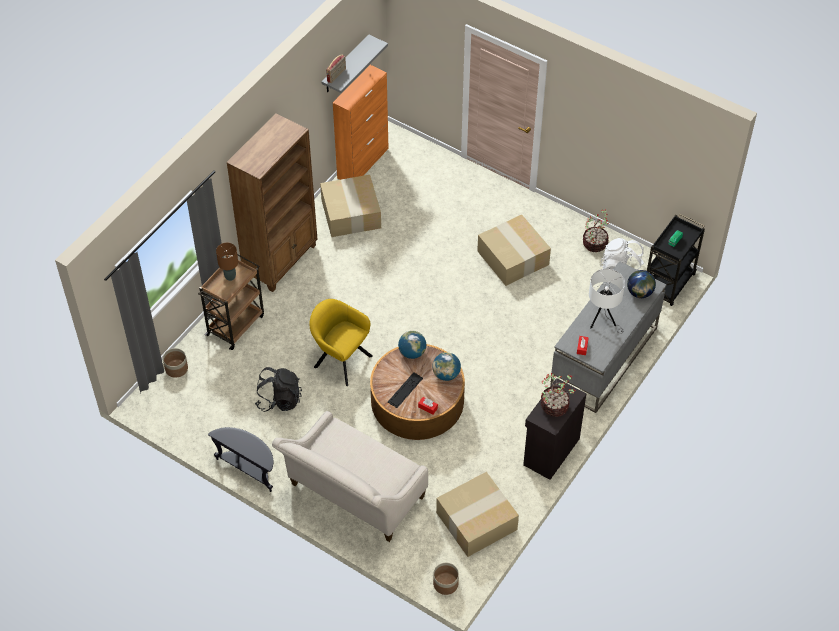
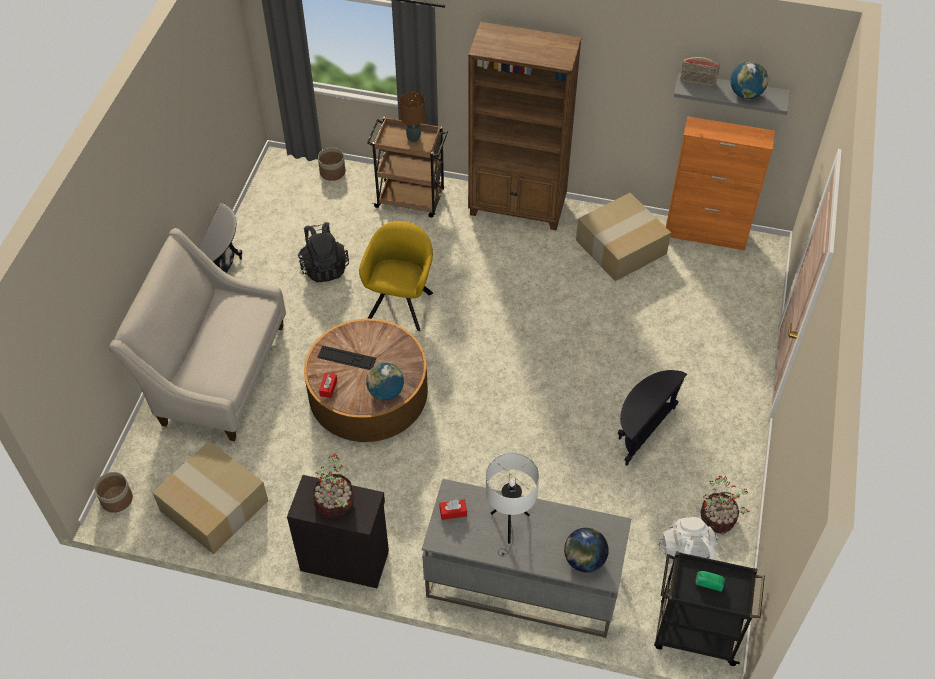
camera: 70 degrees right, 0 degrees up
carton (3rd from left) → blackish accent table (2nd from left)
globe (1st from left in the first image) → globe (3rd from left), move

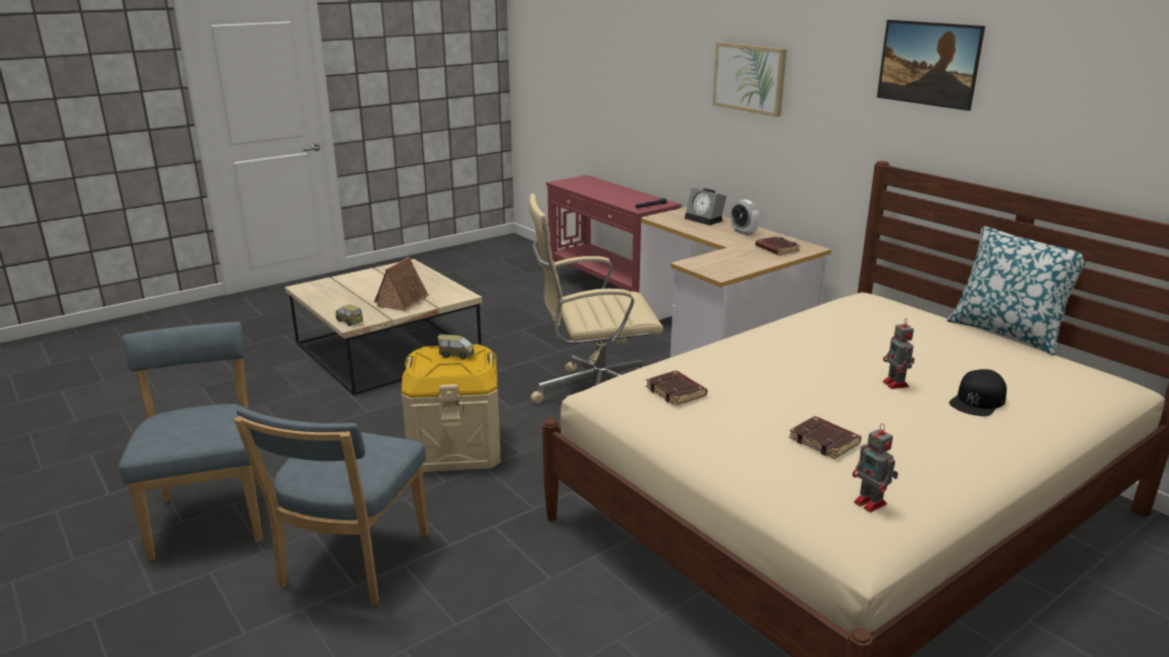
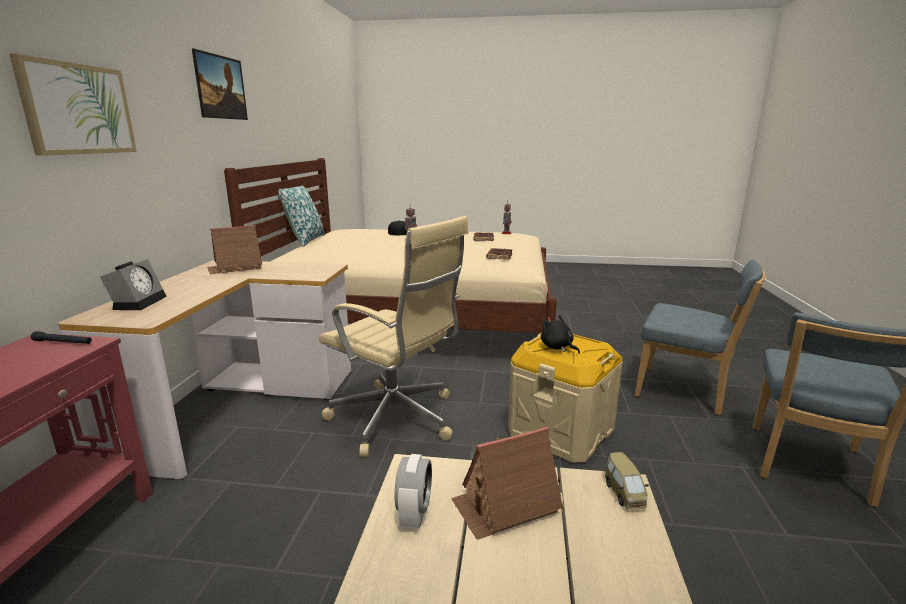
camera: 135 degrees left, 5 degrees down
bedside clock (2nd from left), move
brownish book (2nd from left) → model house (1st from left)
toy car (2nd from left) → blackish soft toy
bluish chair (2nd from left in the first image) → bluish chair (1st from left), 60 degrees clockwise

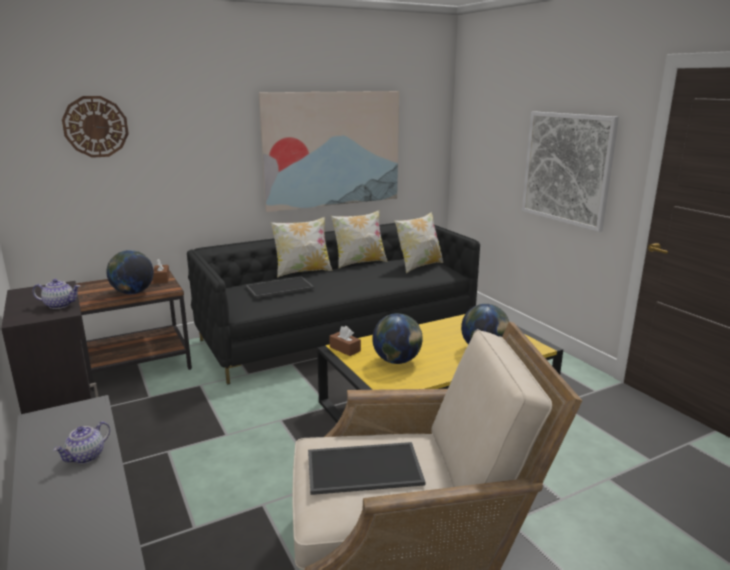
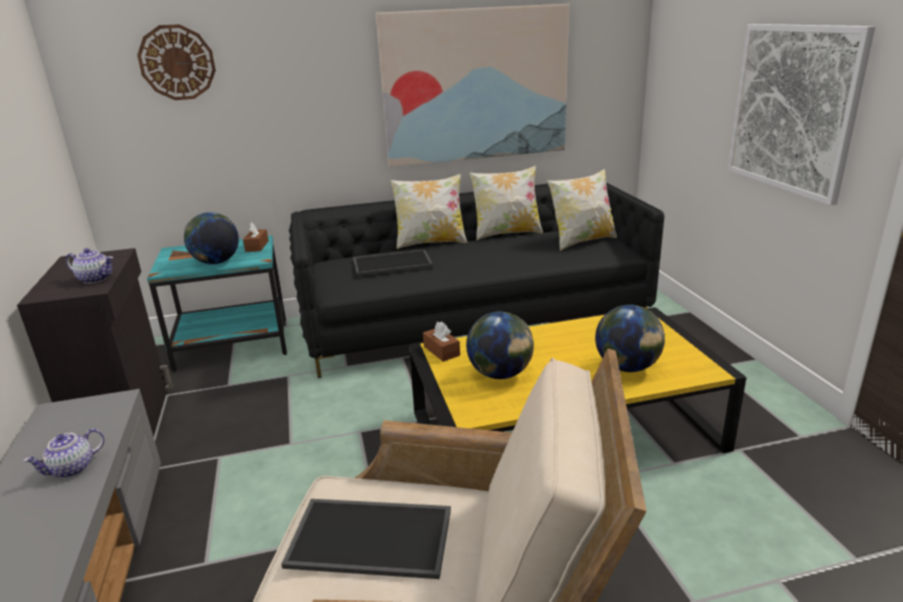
camera: 15 degrees right, 5 degrees up
brownish accent table → turquoise-coloured accent table

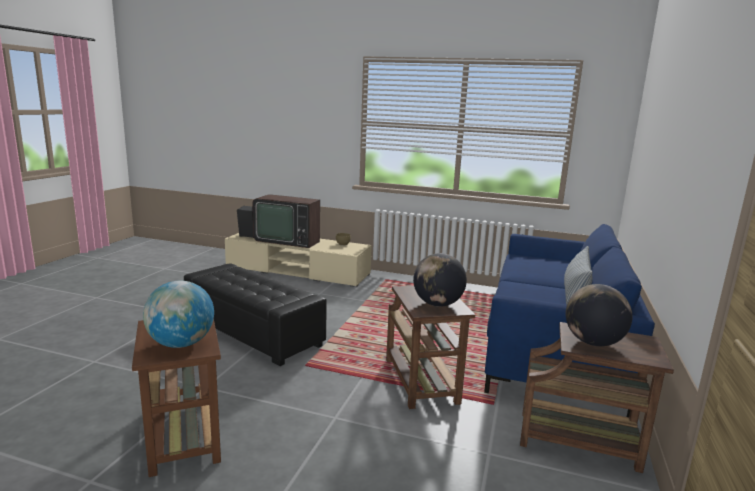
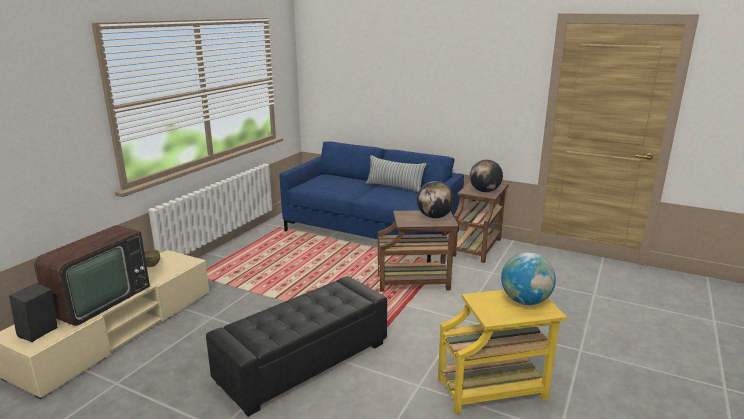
camera: 80 degrees left, 5 degrees up
brownish accent table (1st from left) → yellow-coloured accent table

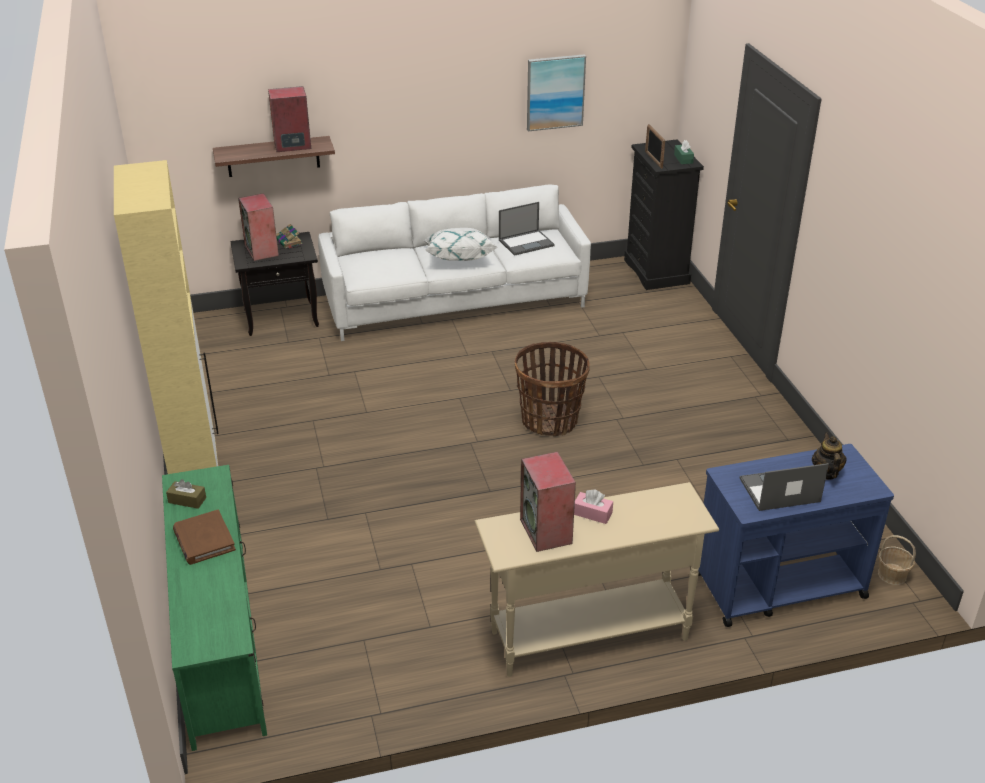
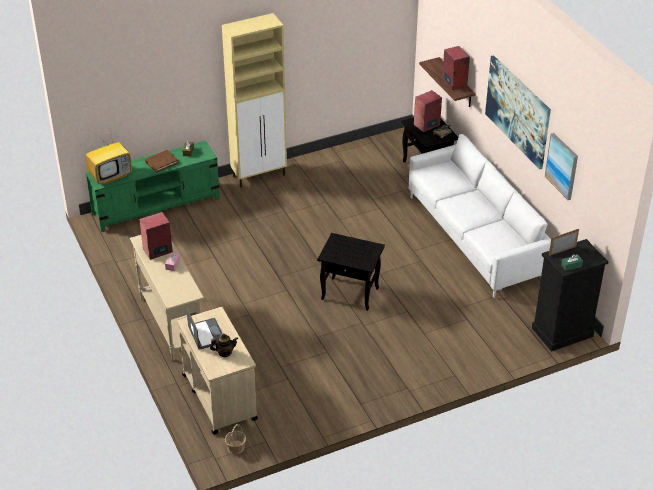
camera: 80 degrees right, 5 degrees up
laptop (1st from left) → -
white-coloured cushion → -
storage basket (1st from left) → blackish accent table (1st from left)
bluish cart → sand-coloured cart
- → picture (1st from left)
- → TV

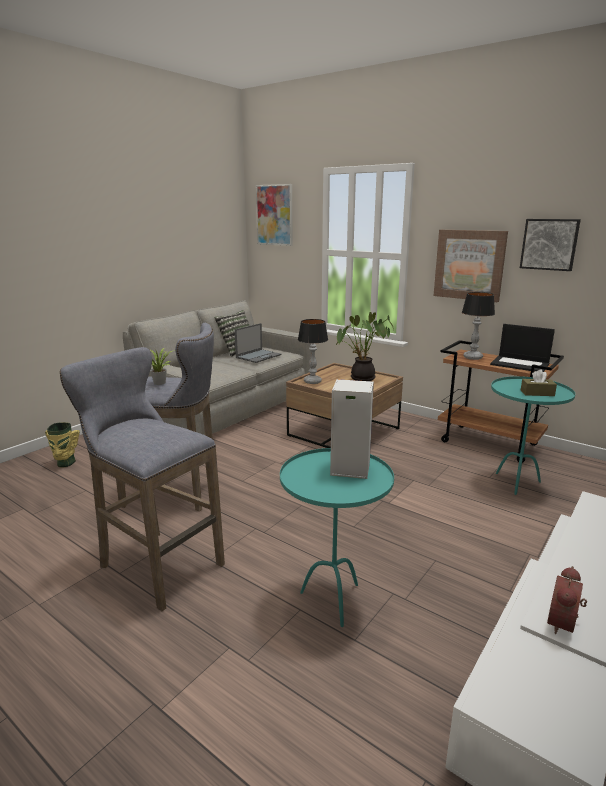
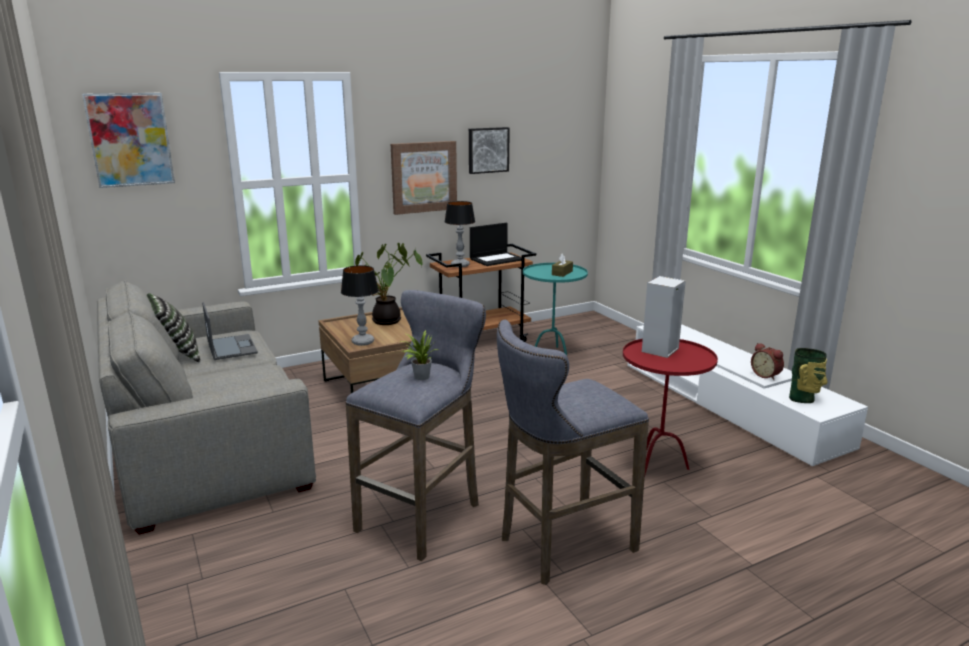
camera: 65 degrees left, 0 degrees up
decorative vase, move
turquoise-coloured accent table (1st from left) → red-coloured accent table

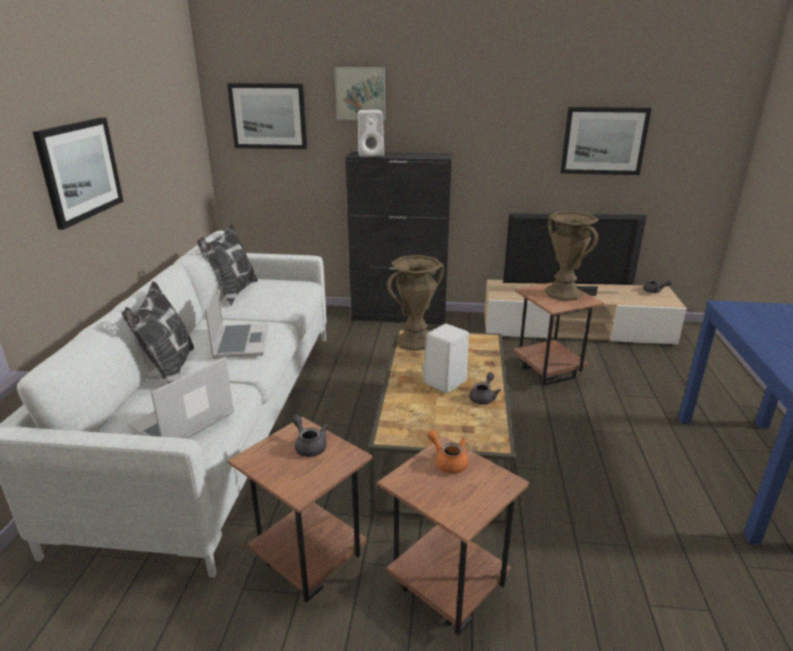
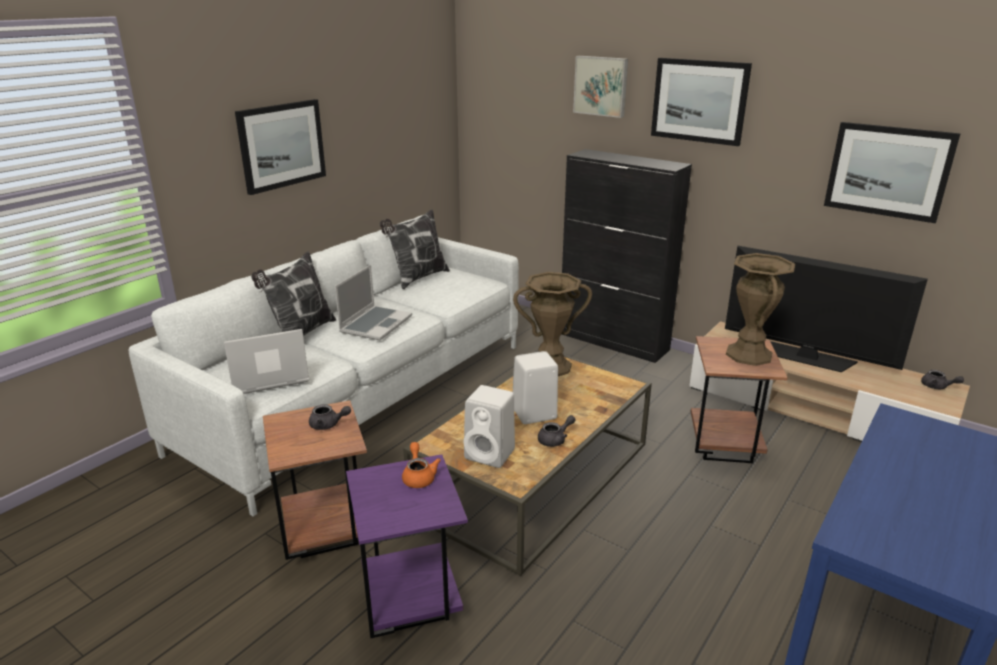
camera: 30 degrees right, 0 degrees up
picture (2nd from left in the first image) → picture (3rd from left), move
white-coloured speaker (1st from left), move
grey tea pot (1st from left), 105 degrees clockwise
brownish accent table (2nd from left) → purple-coloured accent table

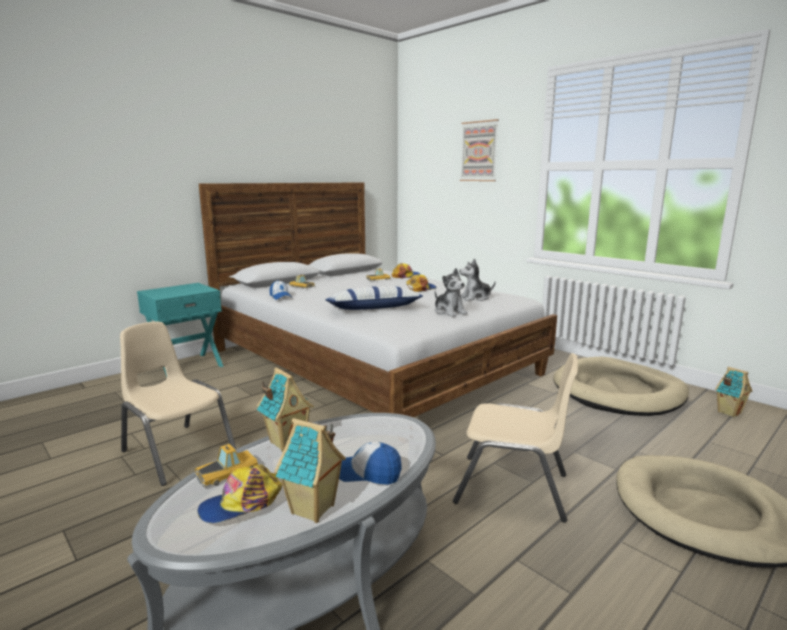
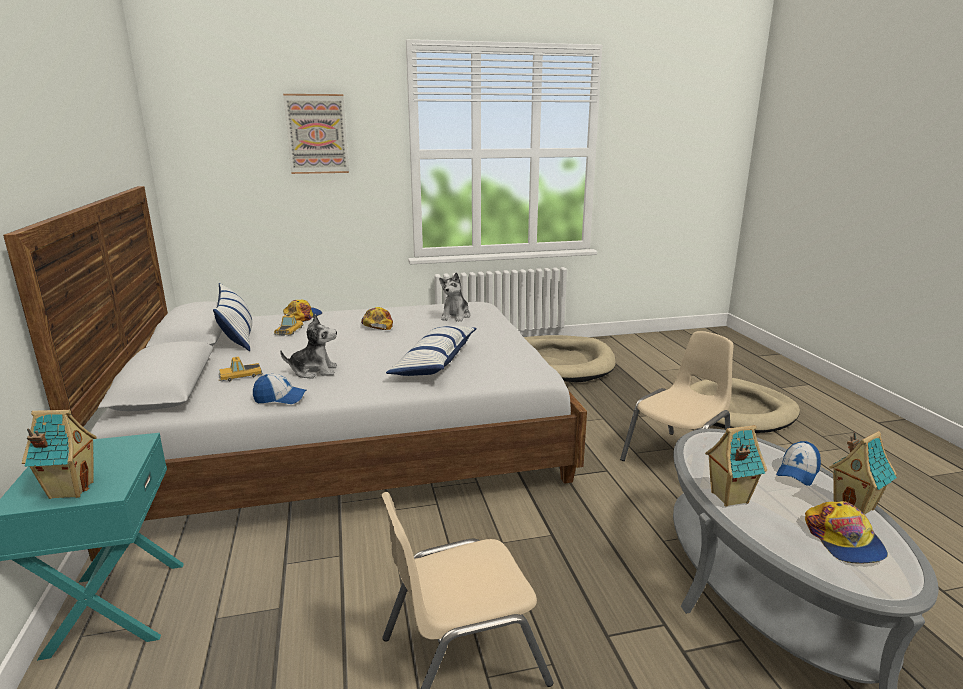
camera: 60 degrees left, 5 degrees up
soft toy (1st from left), move
model house (3rd from left in the first image) → model house (1st from left), move
toy car (1st from left) → -
- → cushion (1st from left)

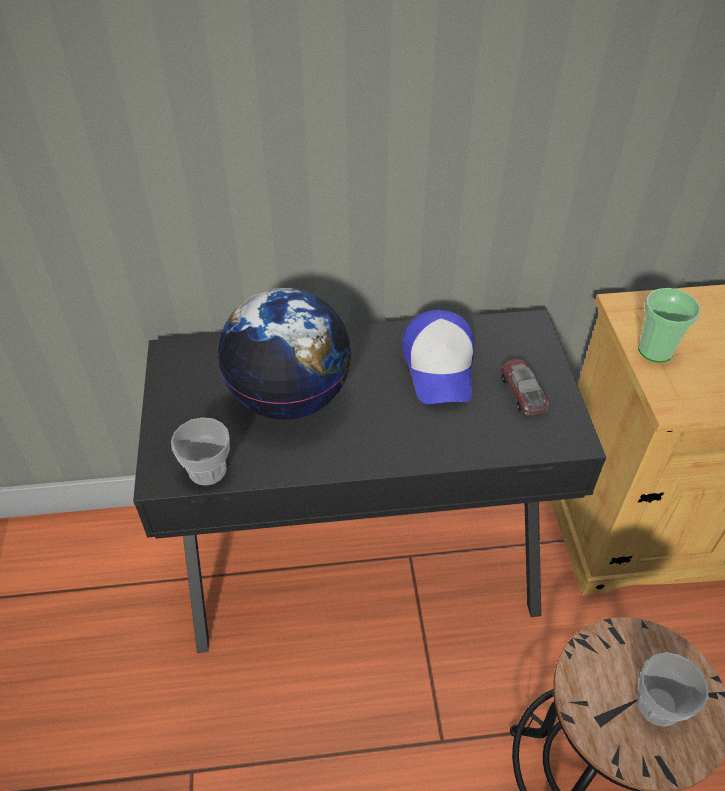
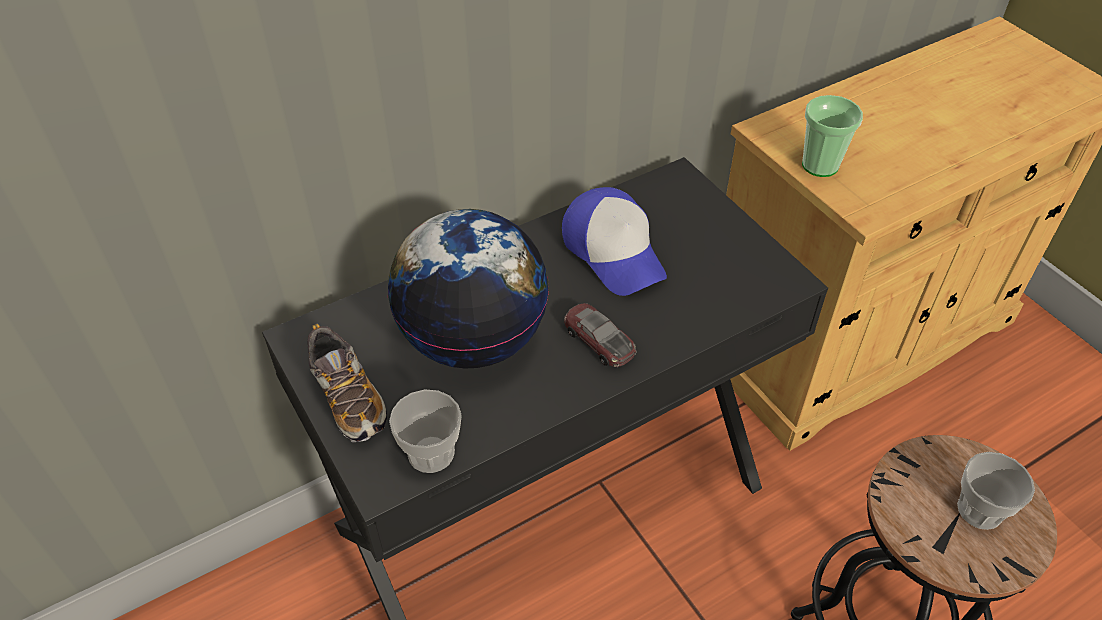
camera: 25 degrees left, 0 degrees up
toy car, move
- → shoe

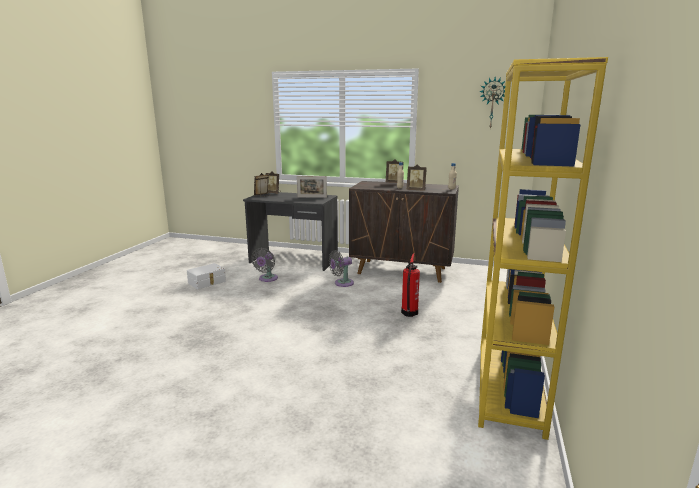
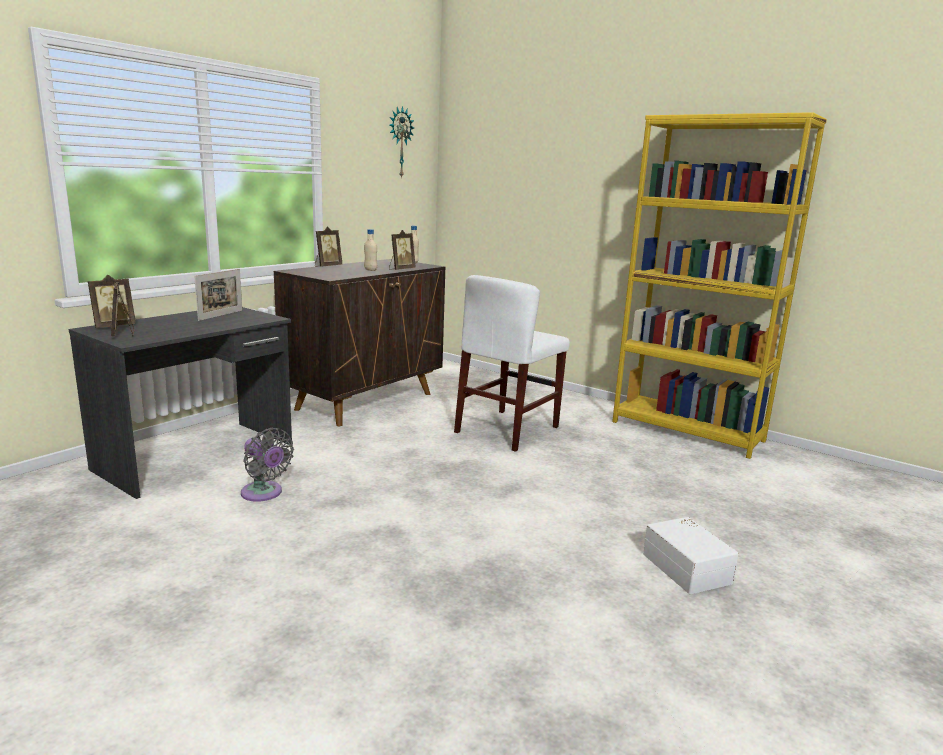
camera: 70 degrees left, 0 degrees up
grey electric fan (2nd from left) → -
fire-fighting cylinder → white-coloured chair
white-coloured storage box, move

